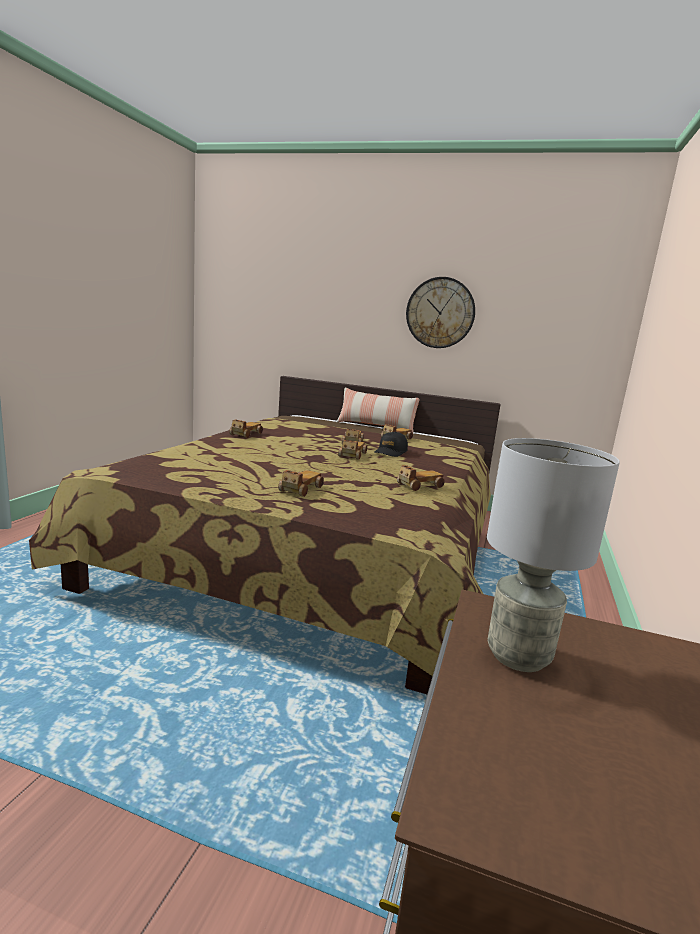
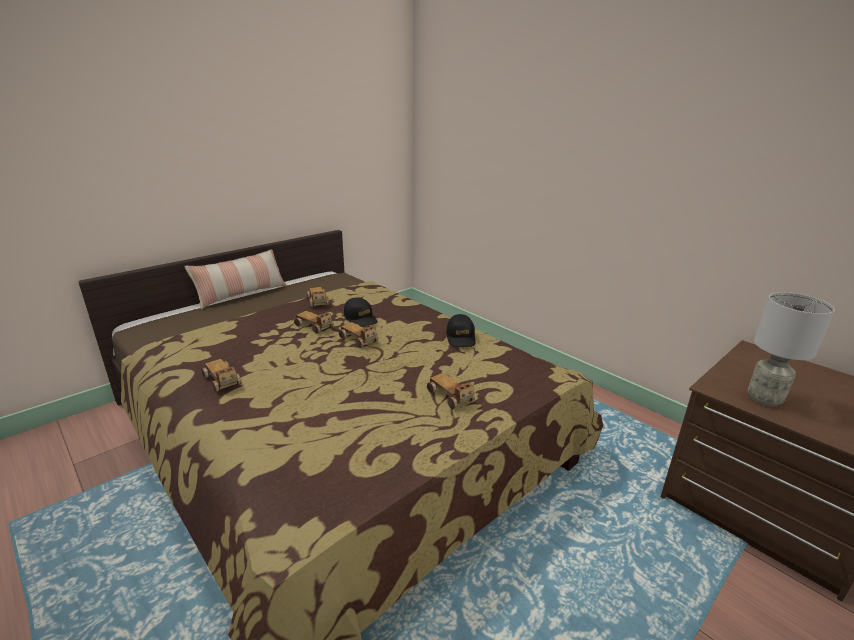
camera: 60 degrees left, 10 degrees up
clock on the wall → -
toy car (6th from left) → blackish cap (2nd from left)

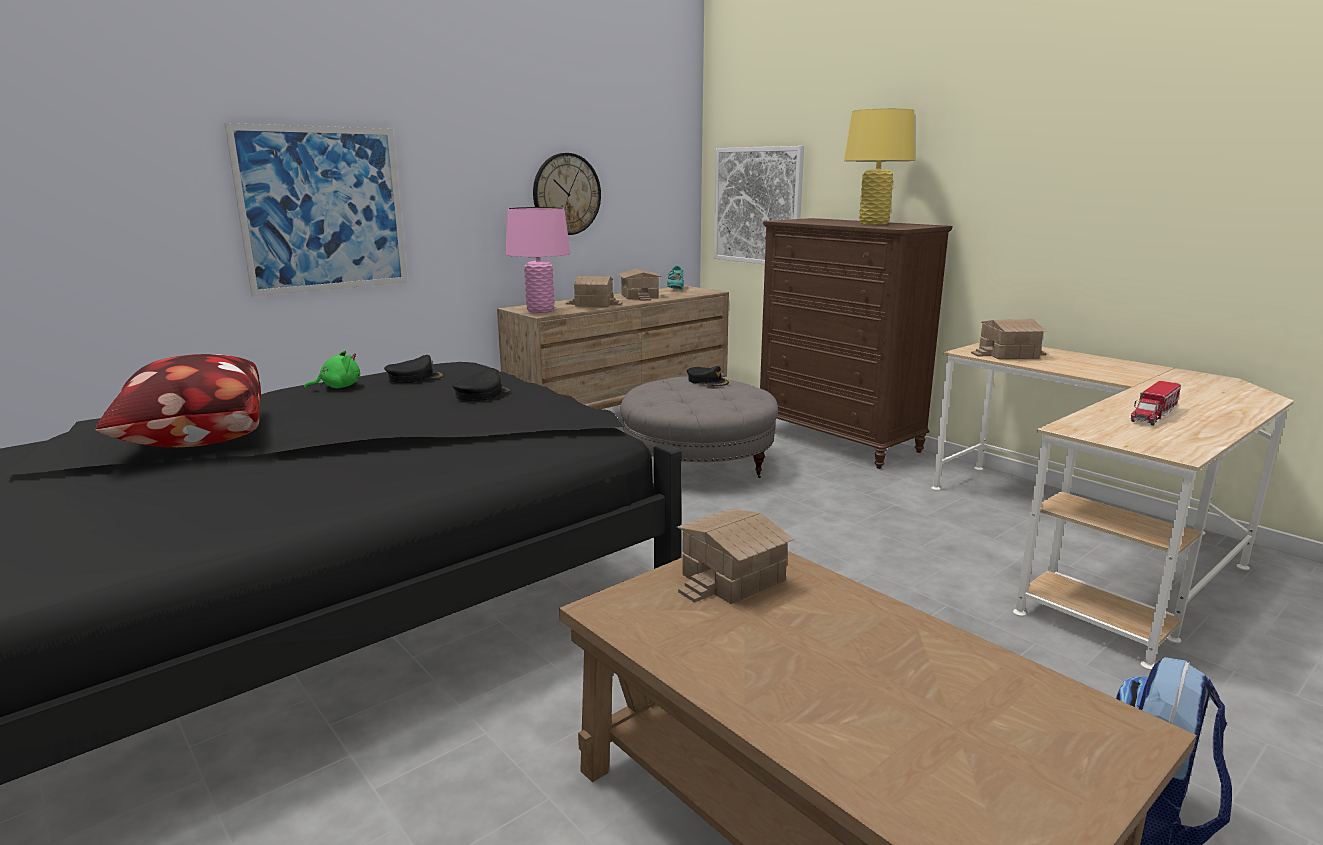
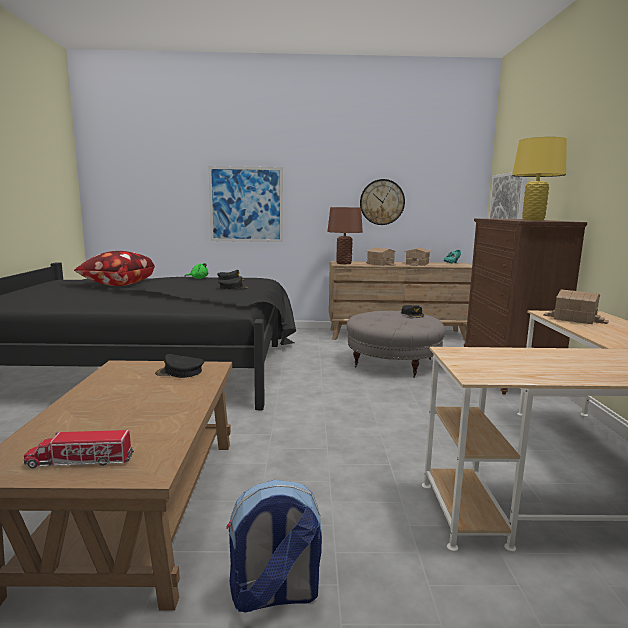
camera: 40 degrees right, 5 degrees down
pink tabletop lamp → brownish tabletop lamp
model truck, move
model house (3rd from left) → blackish cap (1st from left)

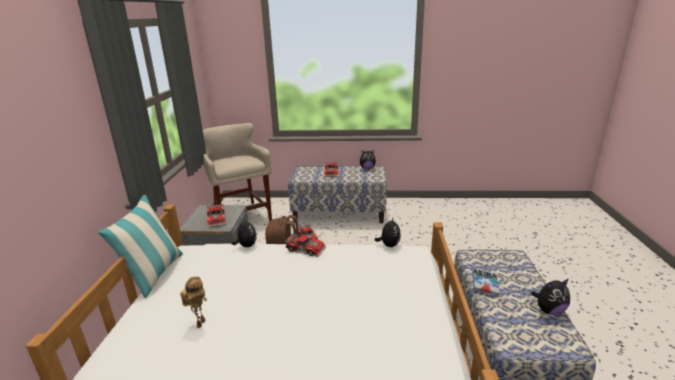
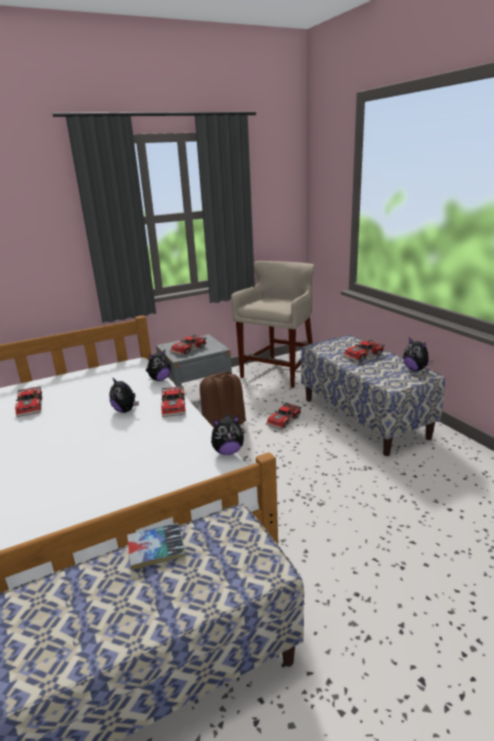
camera: 60 degrees right, 0 degrees up
cushion → -
model robot → toy car (1st from left)
soft toy (4th from left in the first image) → soft toy (1st from left), move

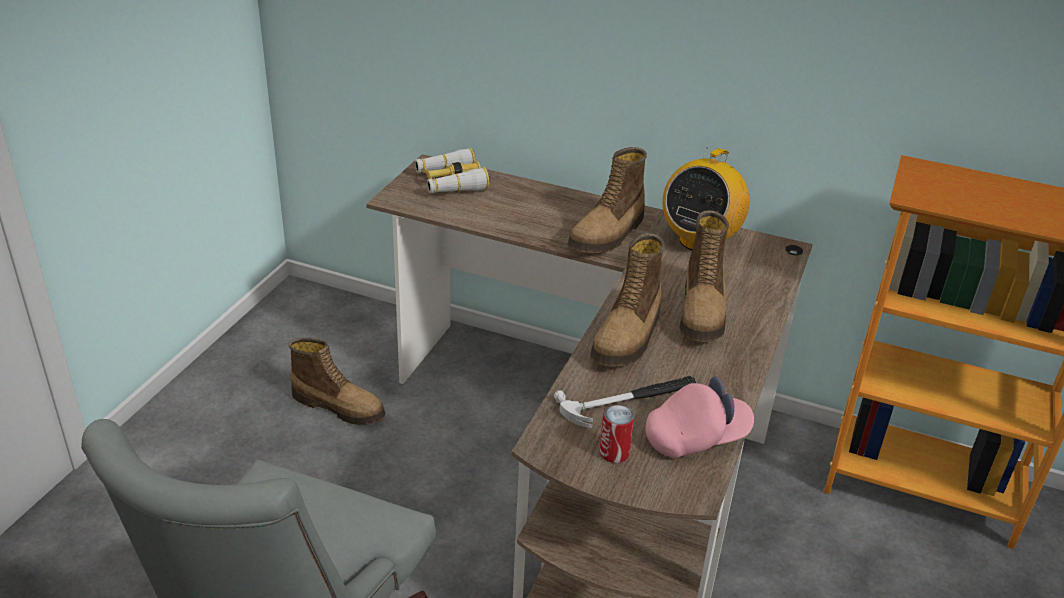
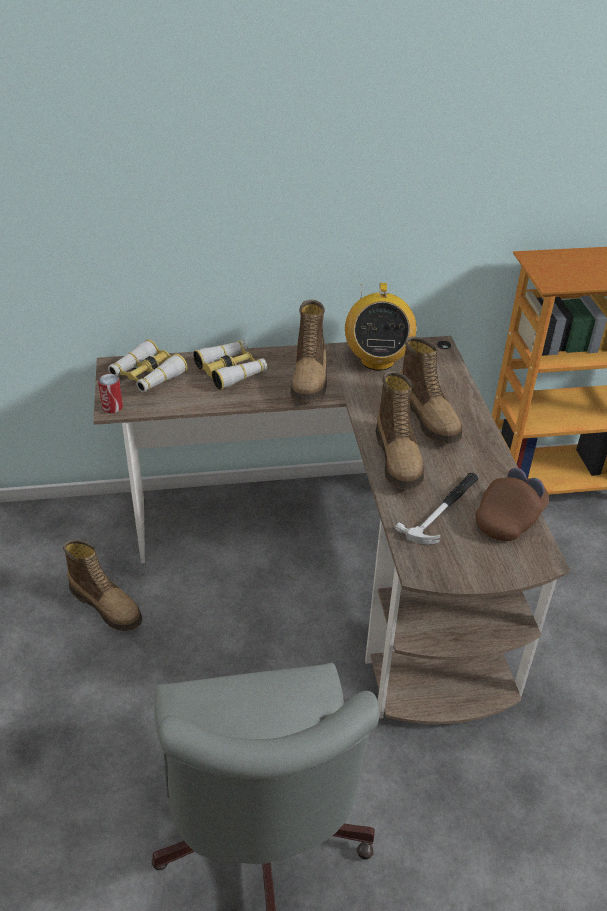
camera: 30 degrees left, 5 degrees up
high-top boot (1st from left), 45 degrees clockwise
pink cap → brownish cap
metal can, move
- → pair of binoculars (2nd from left)

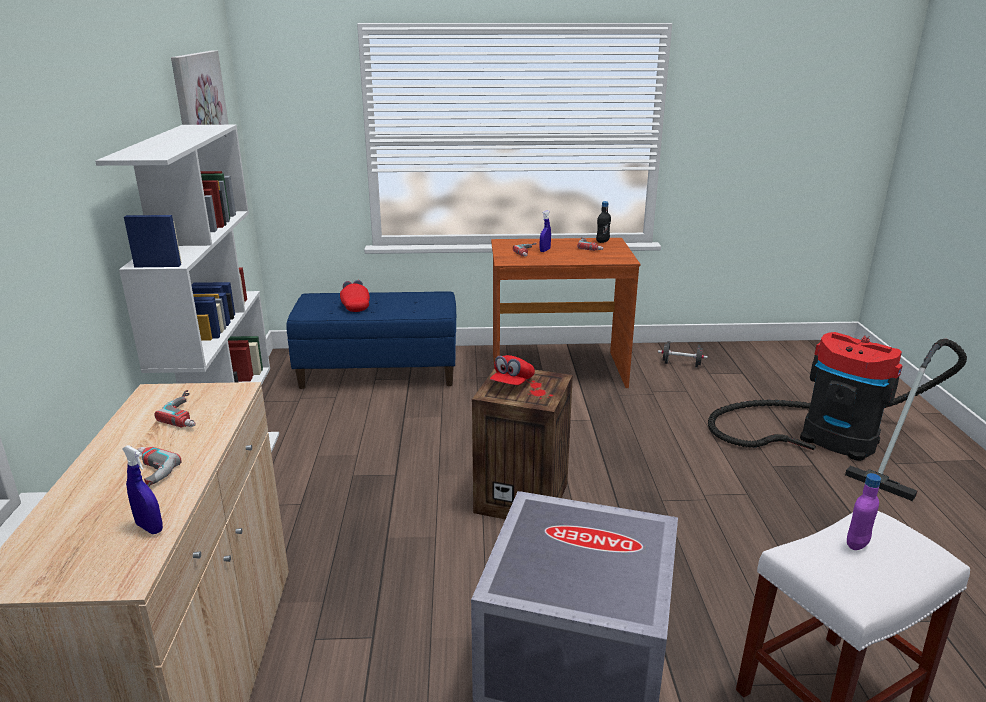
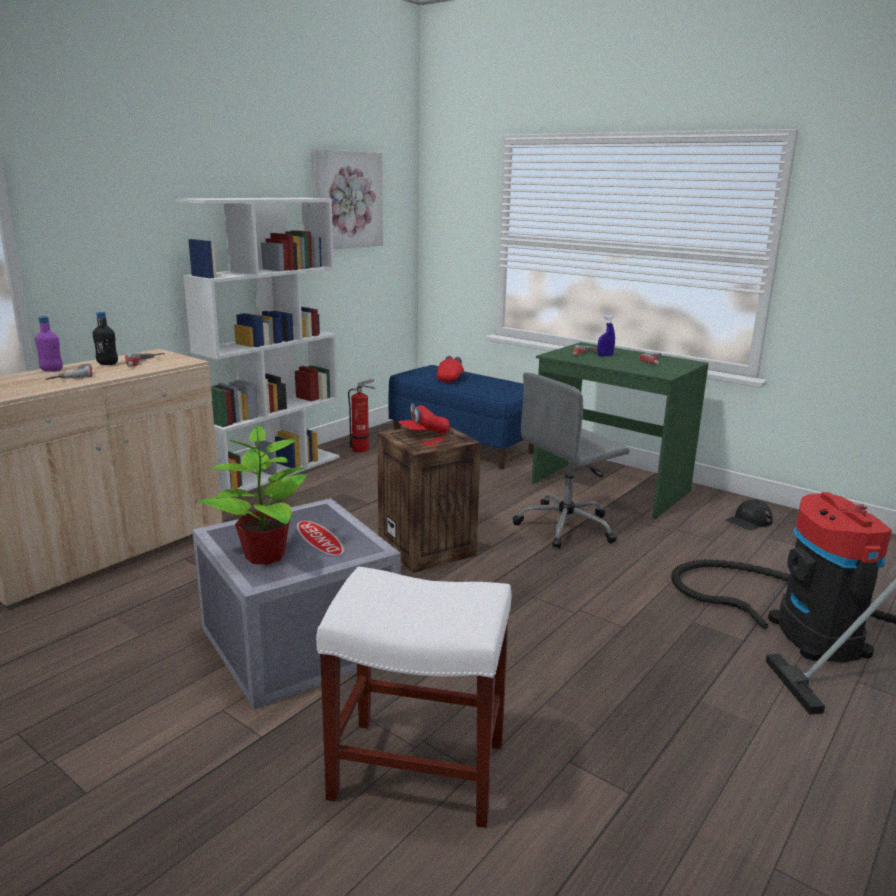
camera: 40 degrees right, 5 degrees down
blackish beverage bottle, move
brownish desk table → greenish desk table
blackish dumbbell → blackish cap
bluish hand sprayer (1st from left) → -
purple-coloured beverage bottle, move
- → grey office chair
- → fire-fighting cylinder
- → plant in a pot

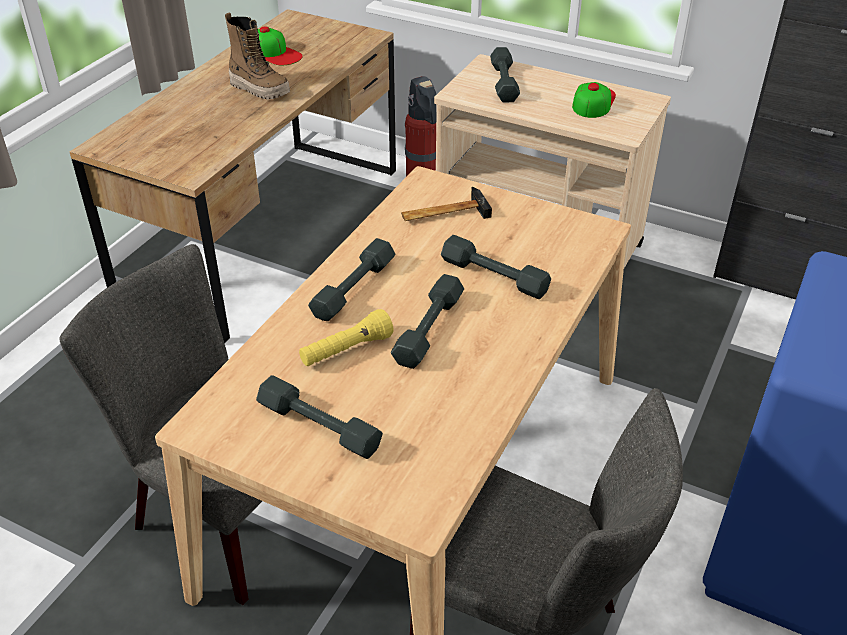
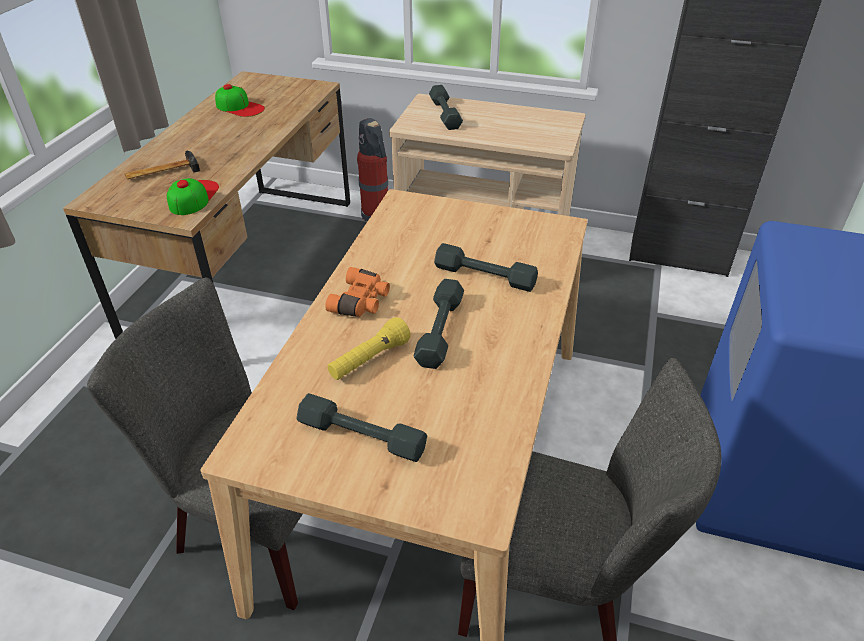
camera: 10 degrees left, 0 degrees up
high-top boot → -
cap (2nd from left in the first image) → cap (1st from left), move
tool hammer, move
grey dumbbell (2nd from left) → orange-coloured pair of binoculars

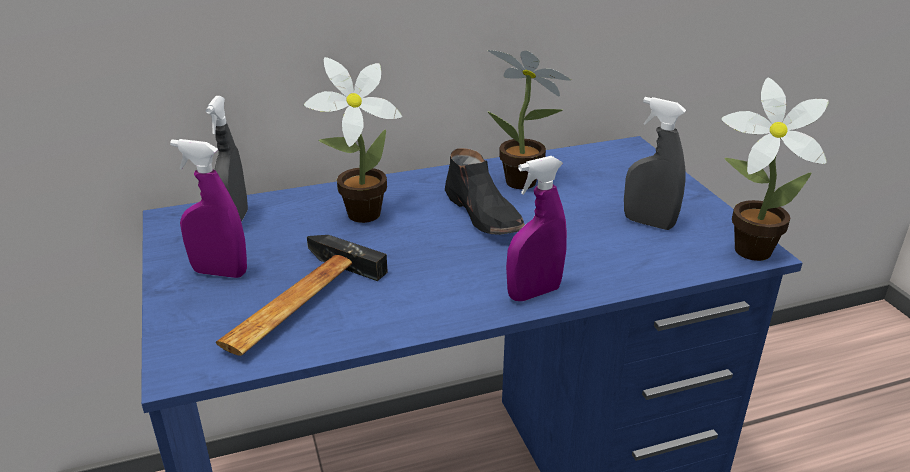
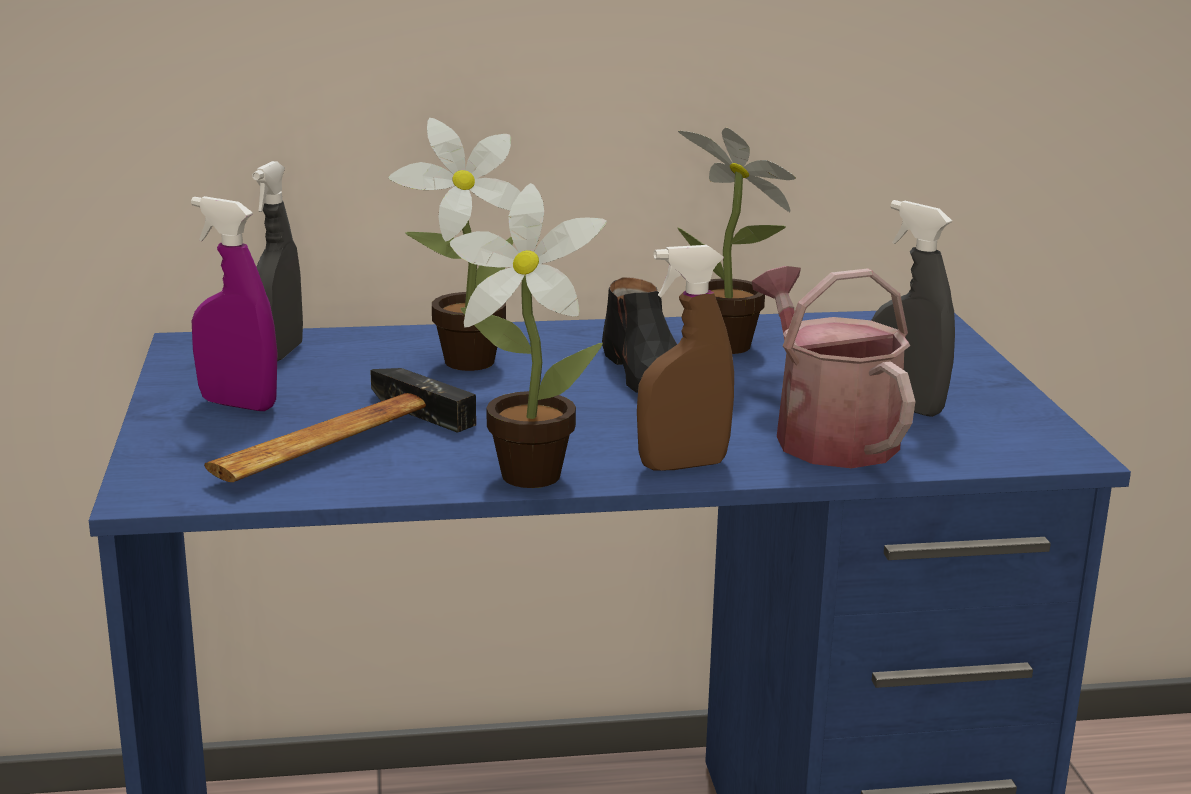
camera: 10 degrees right, 10 degrees down
plant in a pot (3rd from left in the first image) → plant in a pot (2nd from left), move
purple-coloured hand sprayer (2nd from left) → brownish hand sprayer
- → watering can

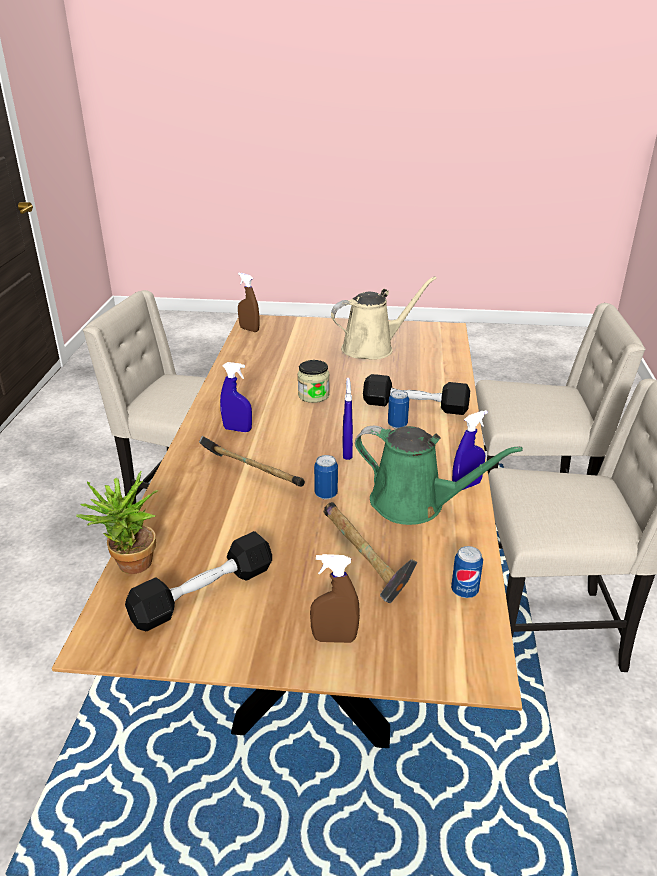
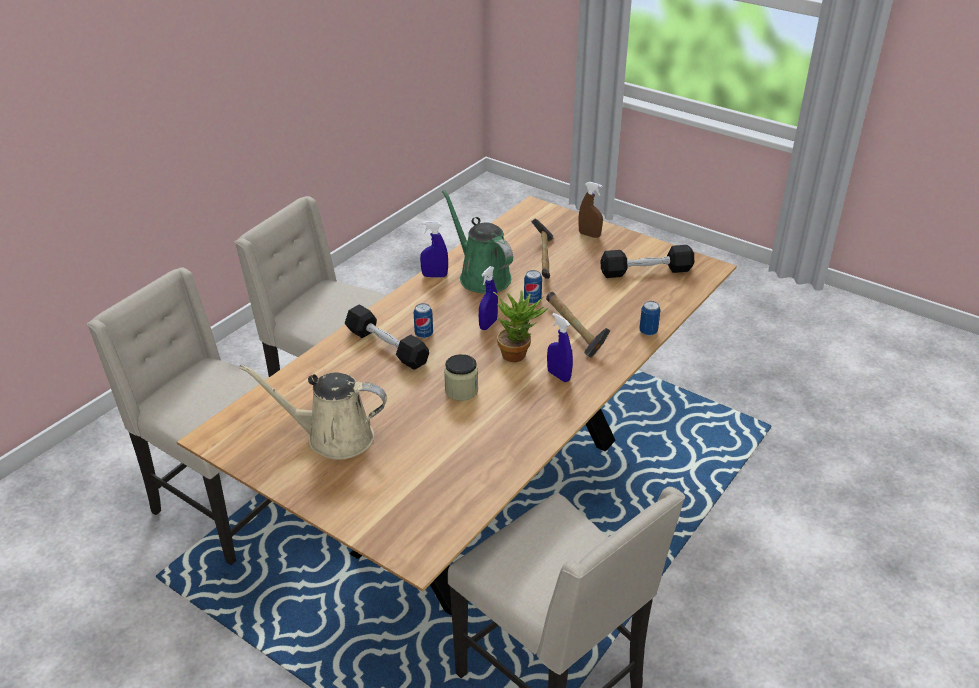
camera: 150 degrees left, 5 degrees up
brownish hand sprayer (1st from left) → -
plant in a pot, move
metal can (3rd from left), move

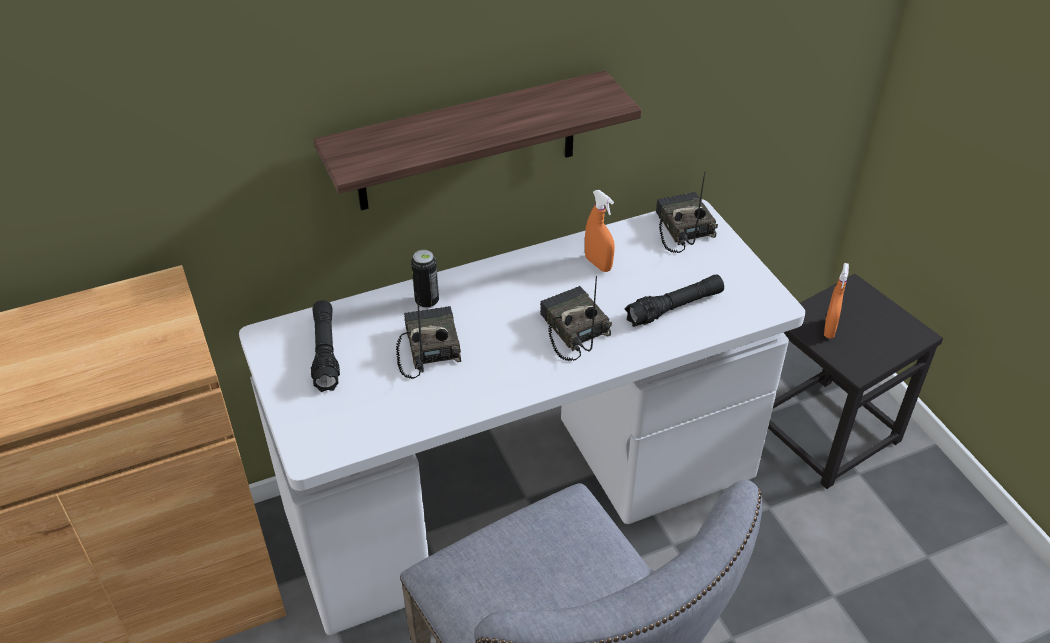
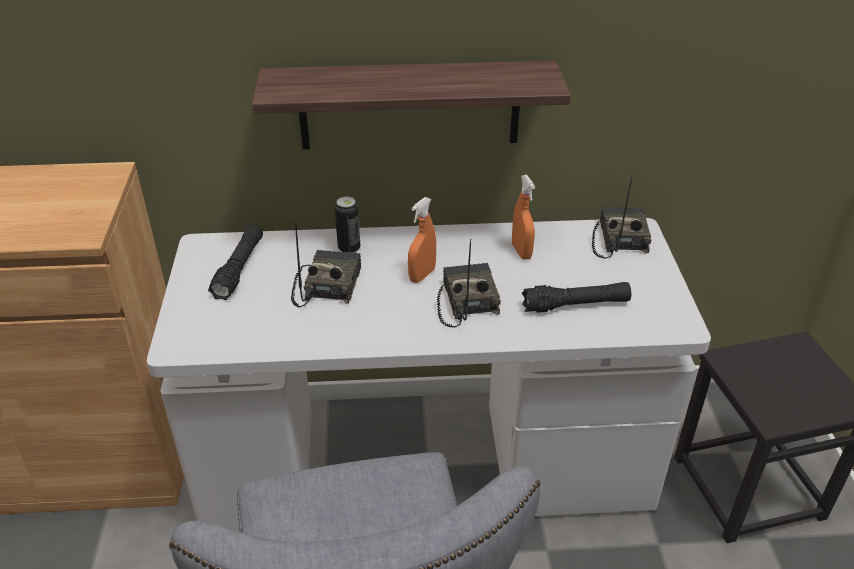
camera: 20 degrees right, 5 degrees down
orange-coloured hand sprayer (2nd from left in the first image) → orange-coloured hand sprayer (1st from left), move

